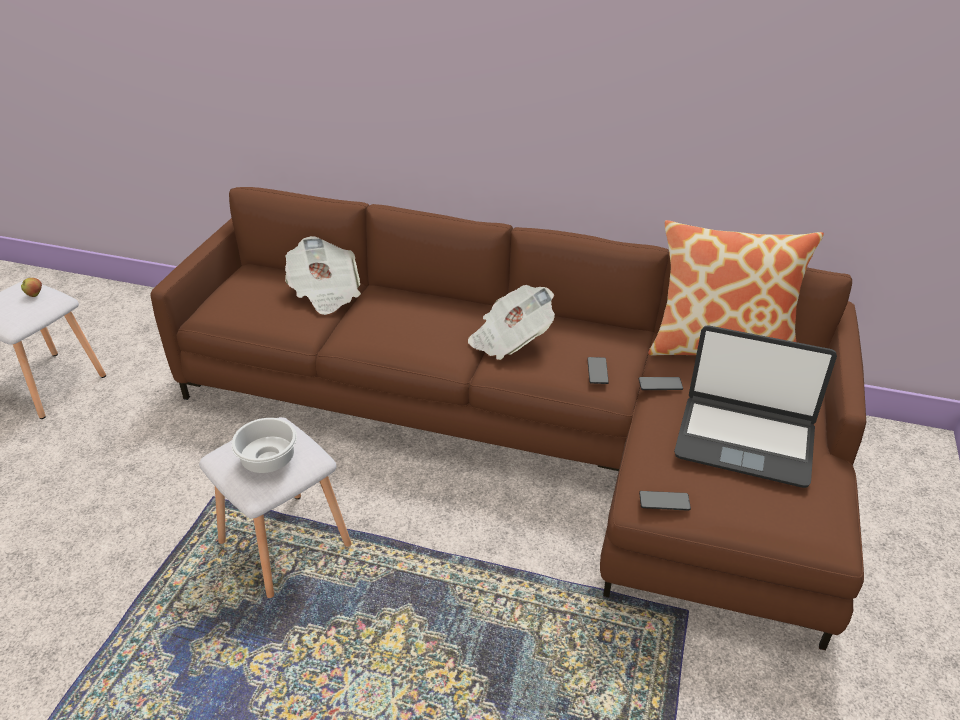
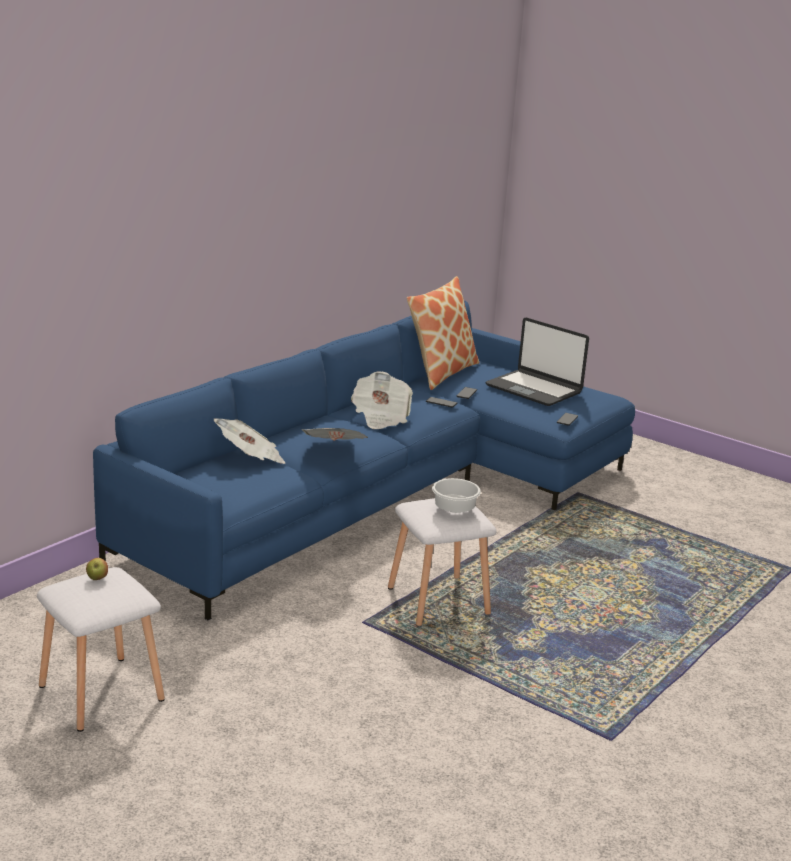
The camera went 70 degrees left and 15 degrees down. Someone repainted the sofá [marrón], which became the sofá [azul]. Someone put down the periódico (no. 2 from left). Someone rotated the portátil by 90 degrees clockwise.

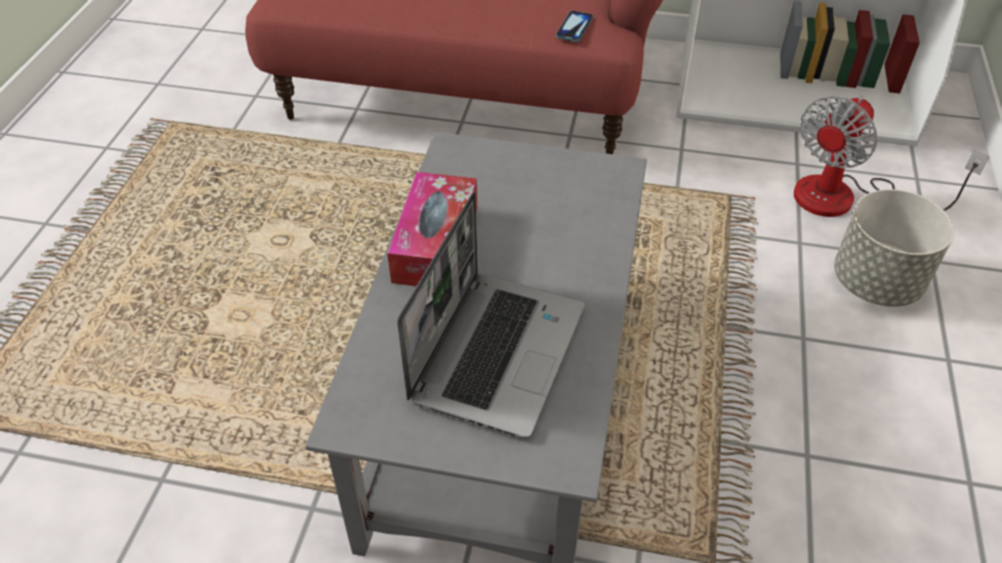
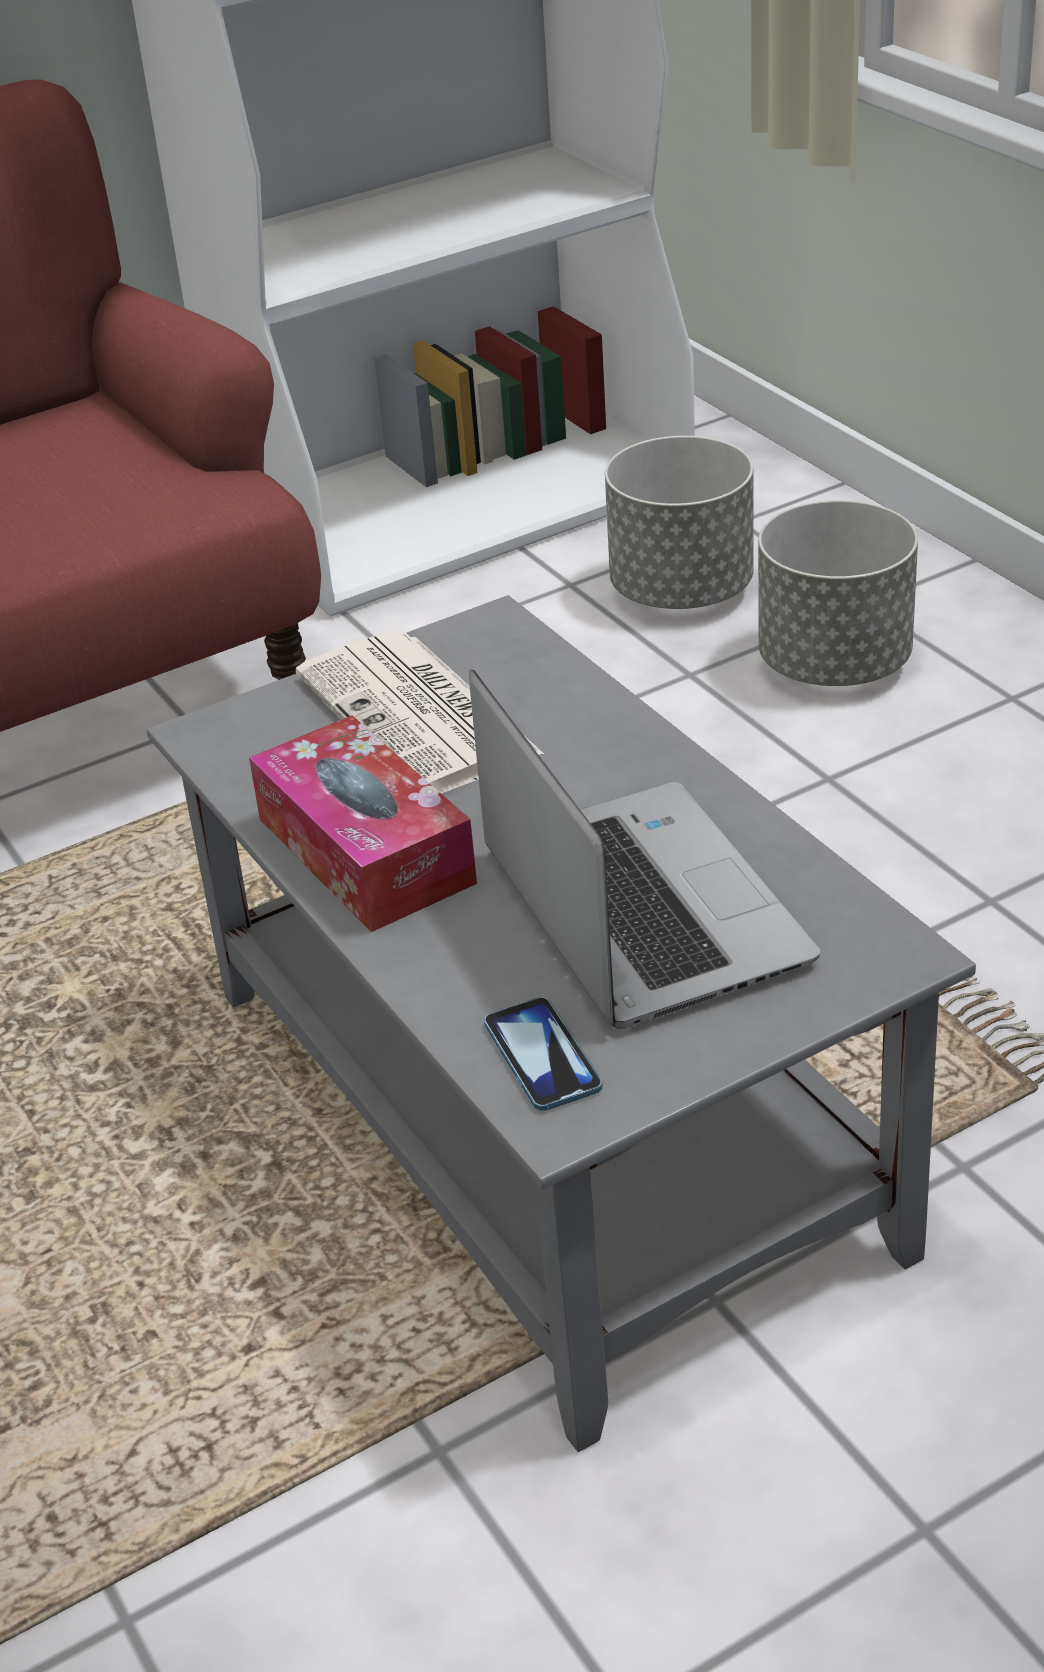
The camera went 40 degrees left and 10 degrees down. Someone put down the periódico. Someone carried the móvil. Someone swapped the ventilador for the maceta [gris] (no. 1 from left).

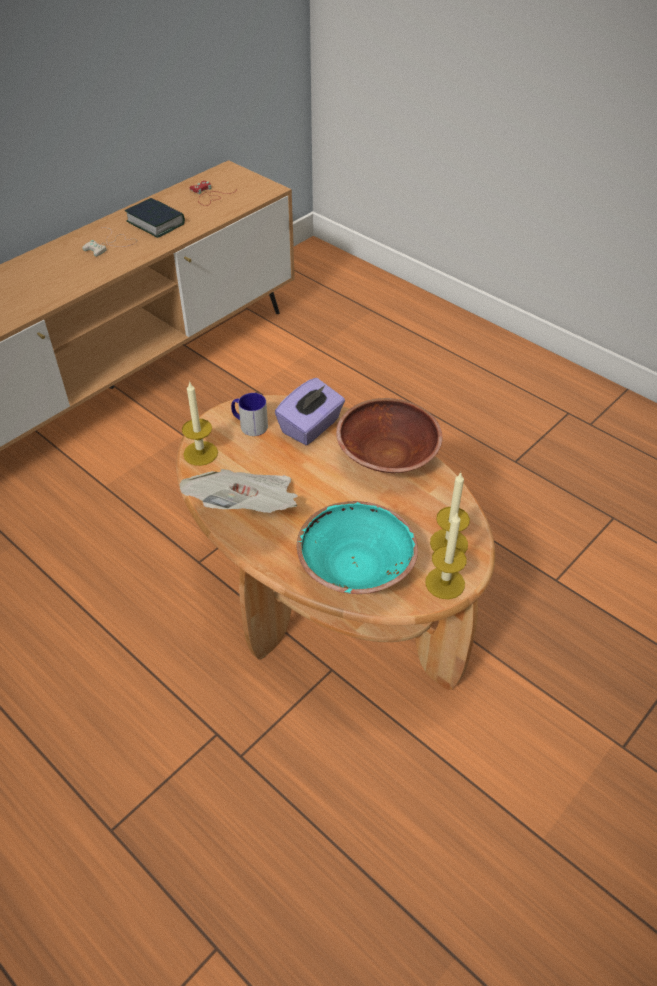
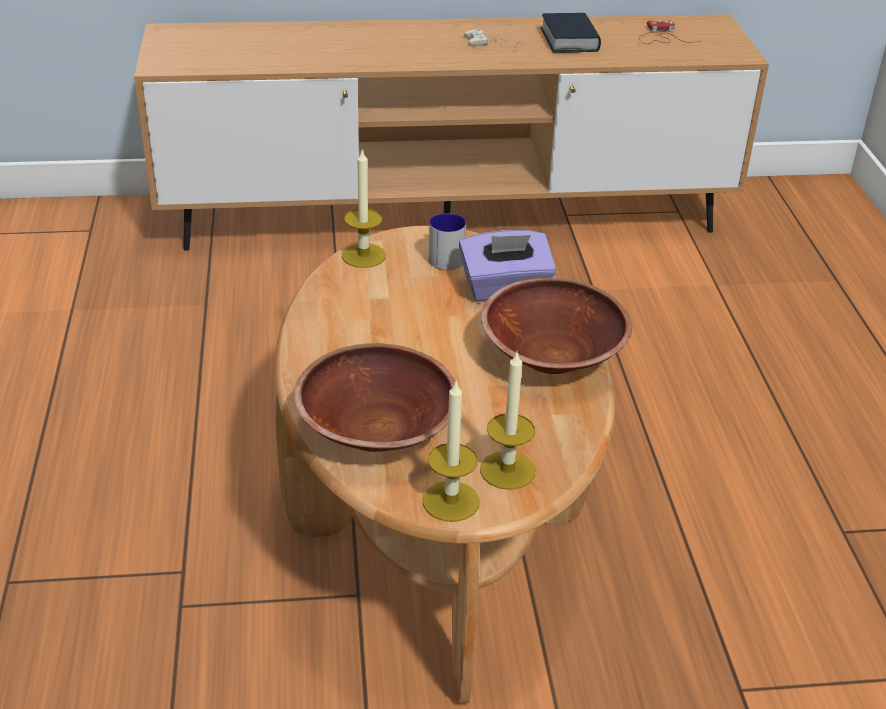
The camera went 40 degrees right and 10 degrees down. Someone repainted the cuenco [turquesa], which became the cuenco [marrón] (no. 1 from left). Someone took away the periódico.

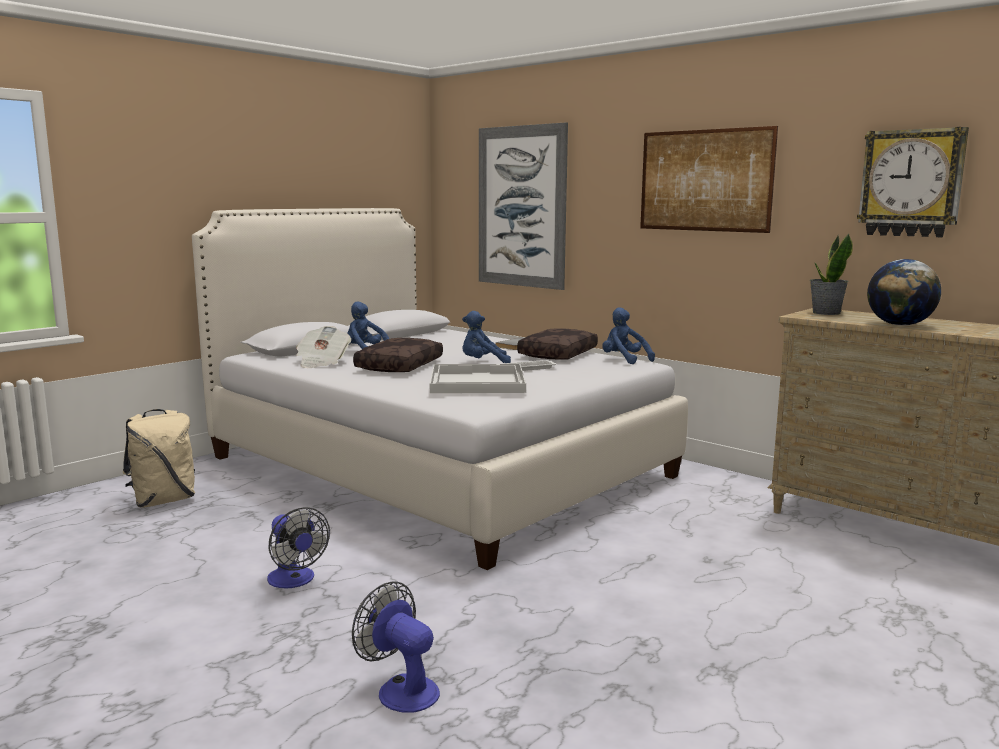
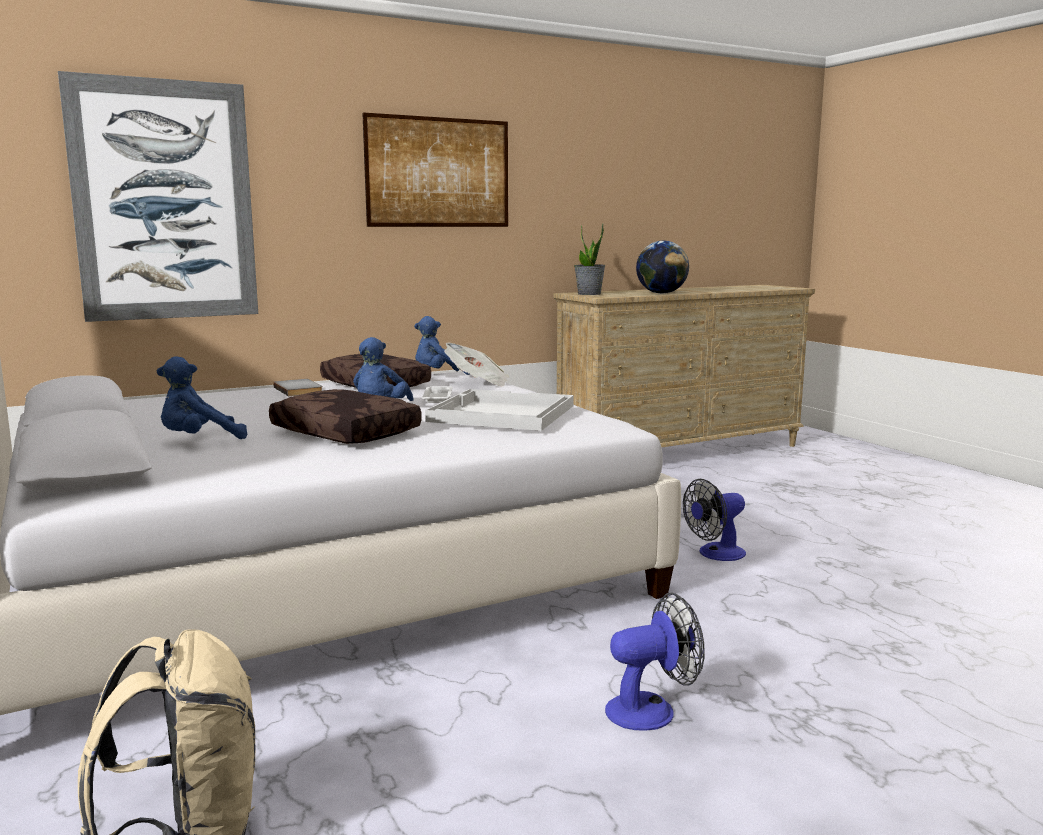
The camera went 70 degrees left and 0 degrees up. Someone carried the periódico. Someone carried the ventilador (no. 2 from left). Someone took away the reloj de pared.

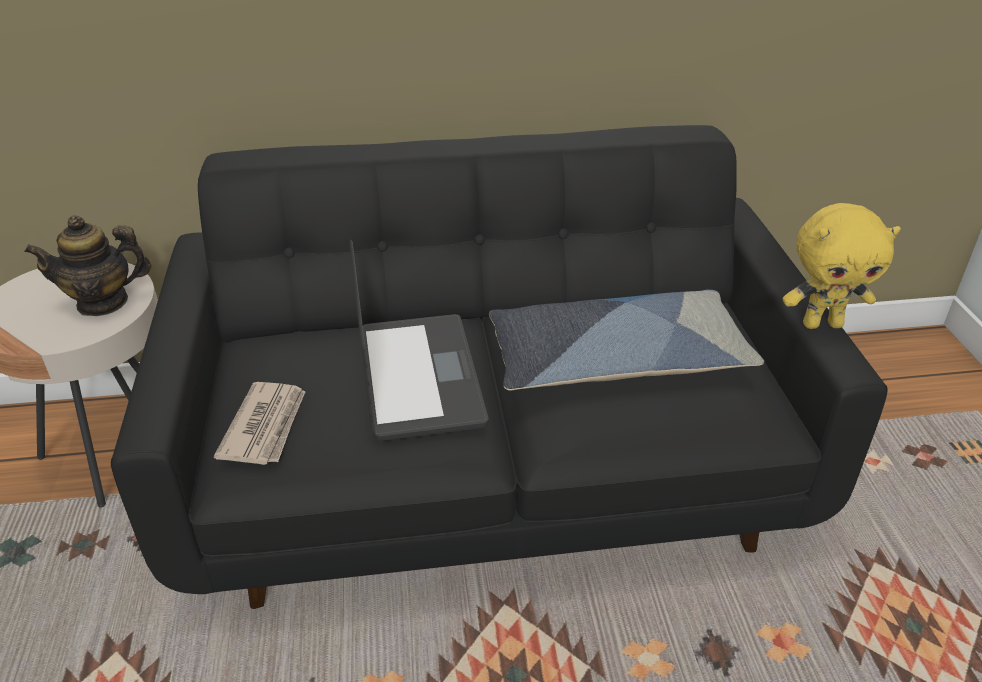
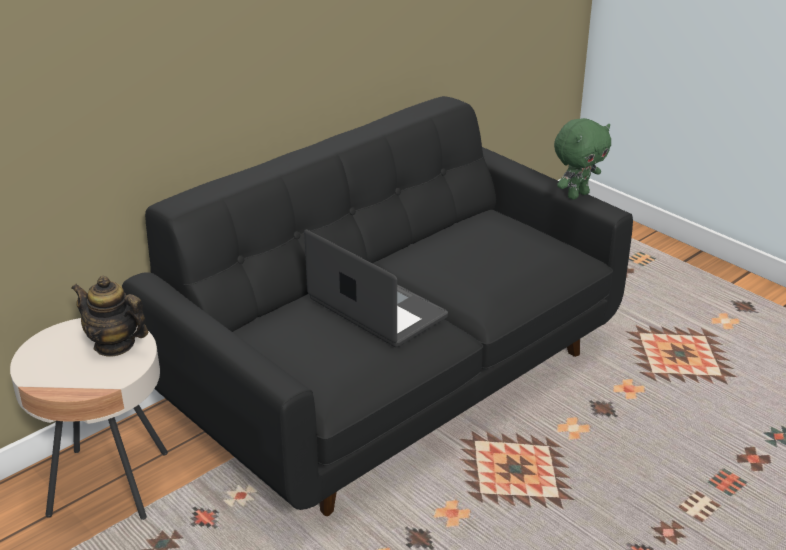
The camera went 35 degrees left and 5 degrees down. Someone rotated the tetera by 75 degrees clockwise. Someone repainted the peluche [amarillo], which became the peluche [verde]. Someone took away the periódico. Someone took away the cojín.

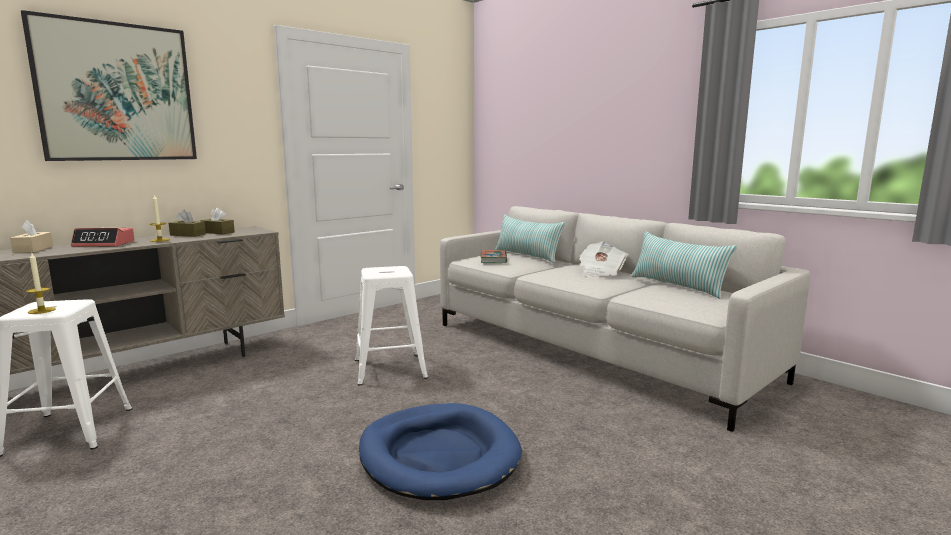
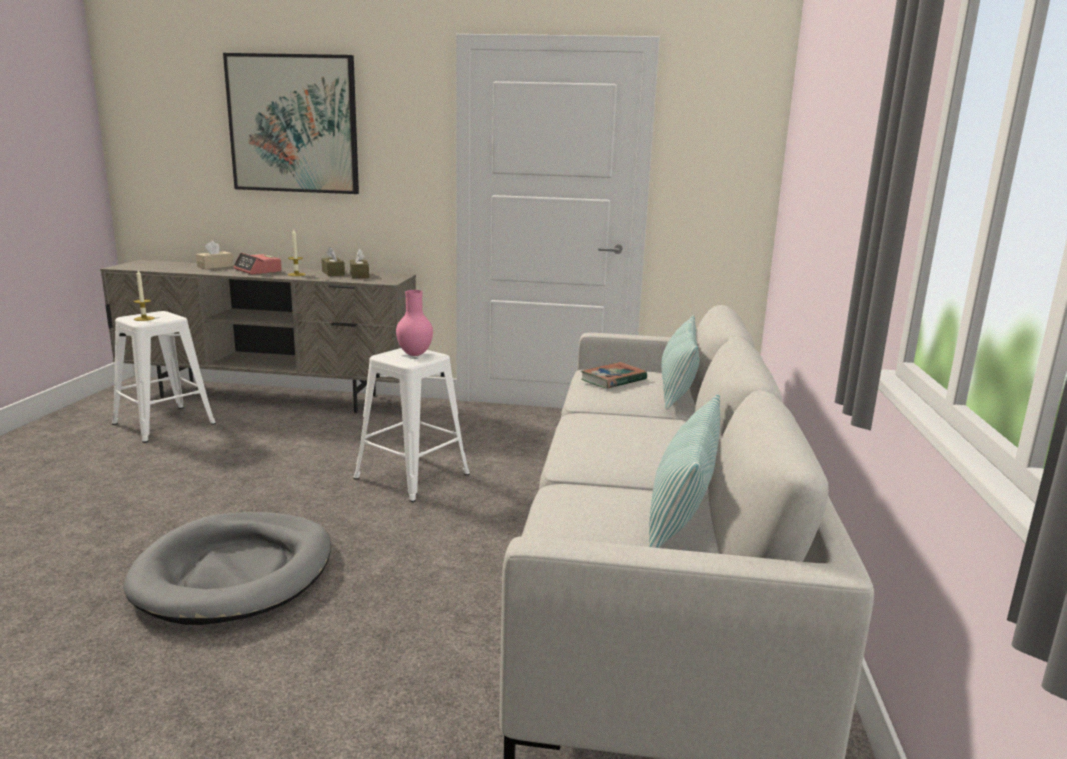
The camera went 50 degrees right and 5 degrees up. Someone repainted the cama para perro [azul], which became the cama para perro [gris]. Someone put down the florero [rosa]. Someone took away the periódico.

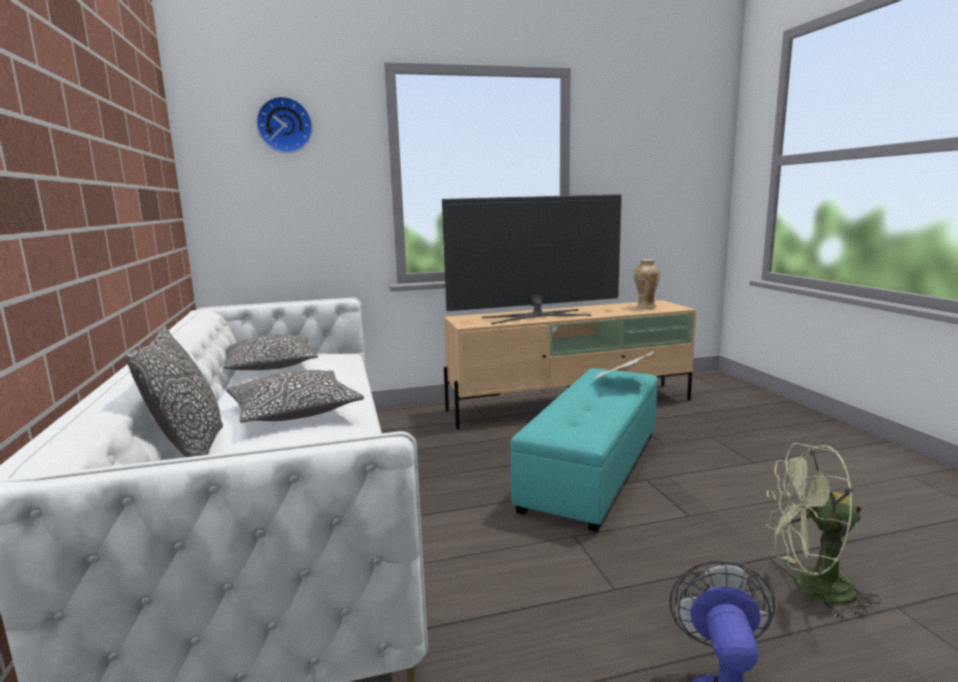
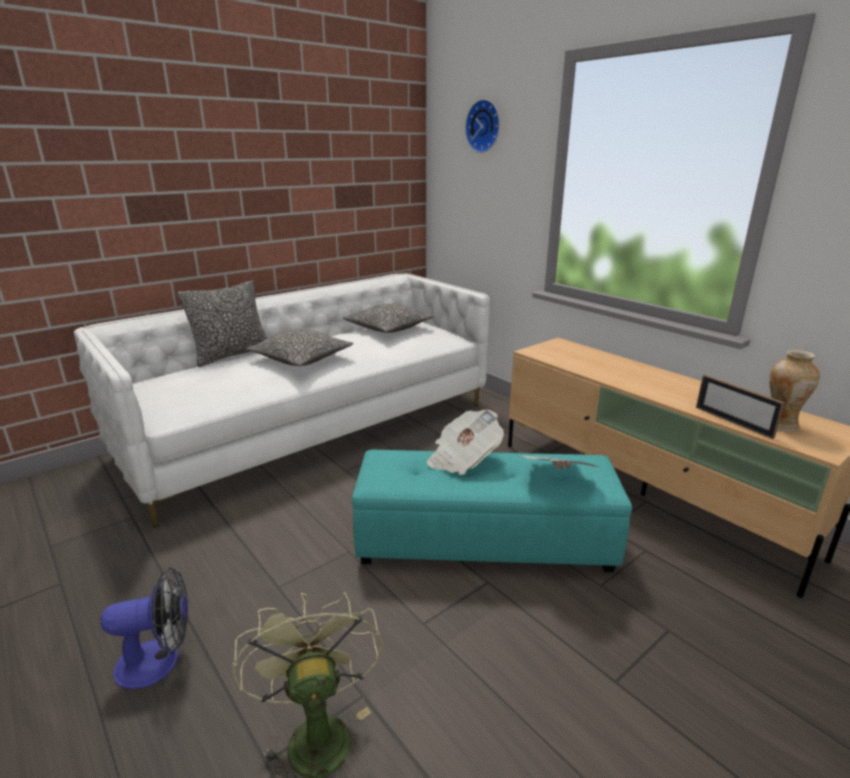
The camera went 65 degrees right and 10 degrees up. Someone put down the periódico (no. 1 from left). Someone put down the portarretratos. Someone took away the televisor.

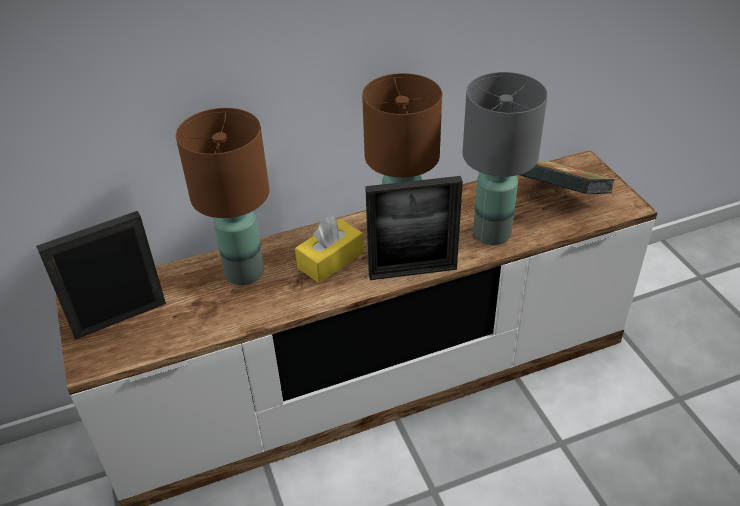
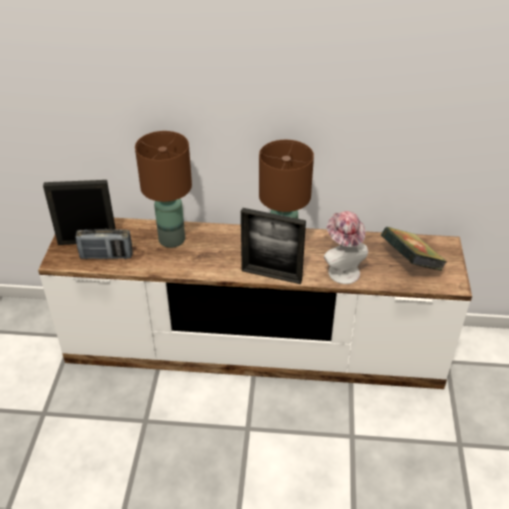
The camera went 25 degrees right and 0 degrees up. Someone put down the radio. Someone swapped the lámpara de mesa [gris] for the sombrero. Someone took away the caja de pañuelos [amarillo].

